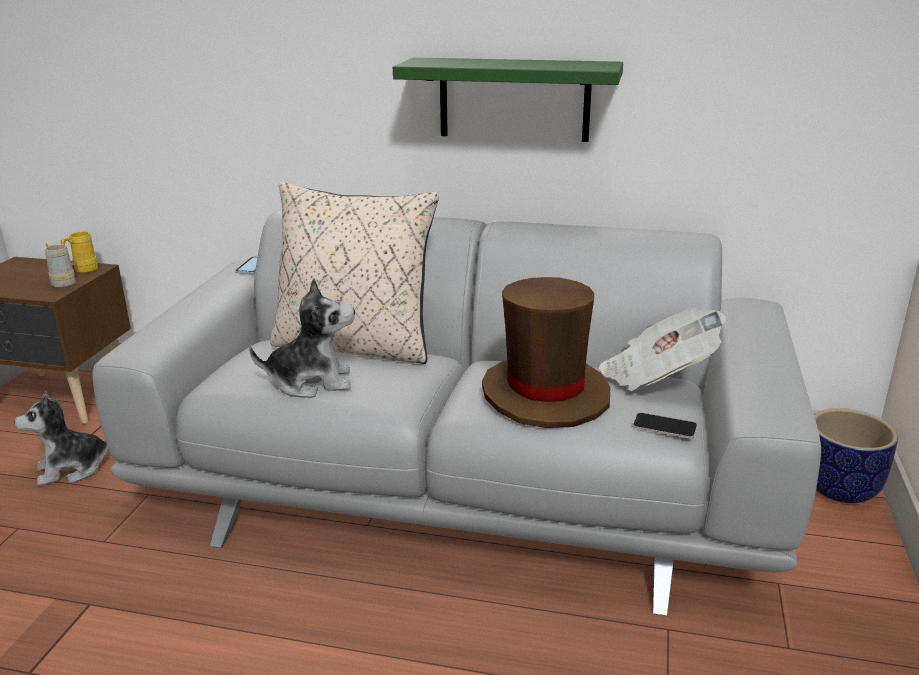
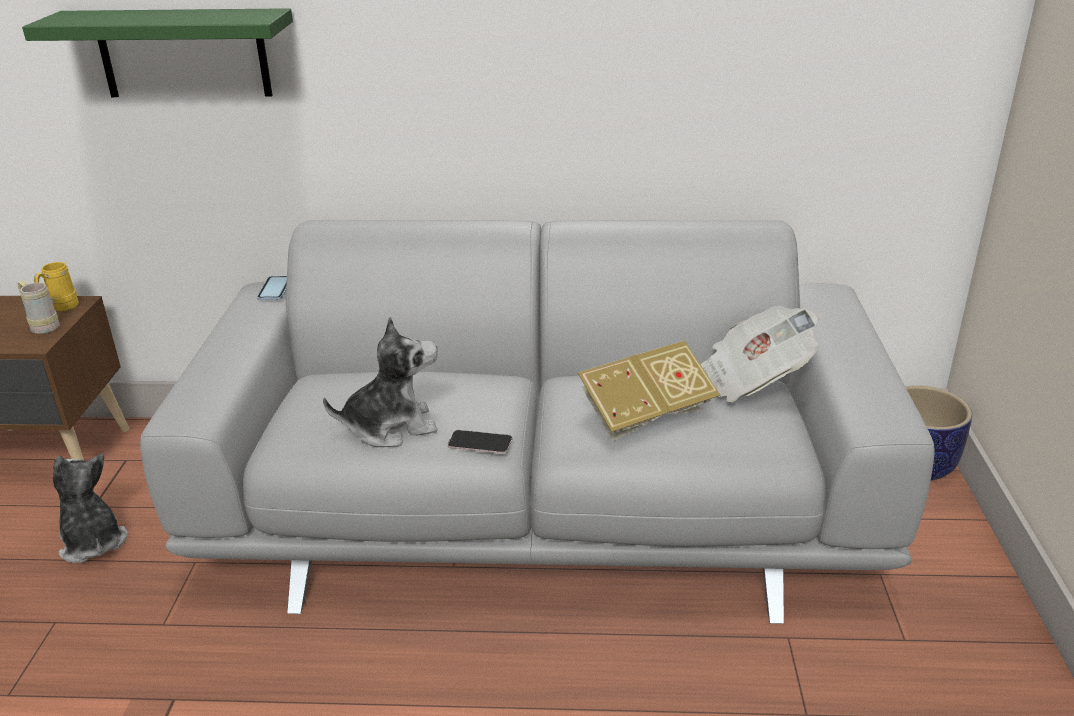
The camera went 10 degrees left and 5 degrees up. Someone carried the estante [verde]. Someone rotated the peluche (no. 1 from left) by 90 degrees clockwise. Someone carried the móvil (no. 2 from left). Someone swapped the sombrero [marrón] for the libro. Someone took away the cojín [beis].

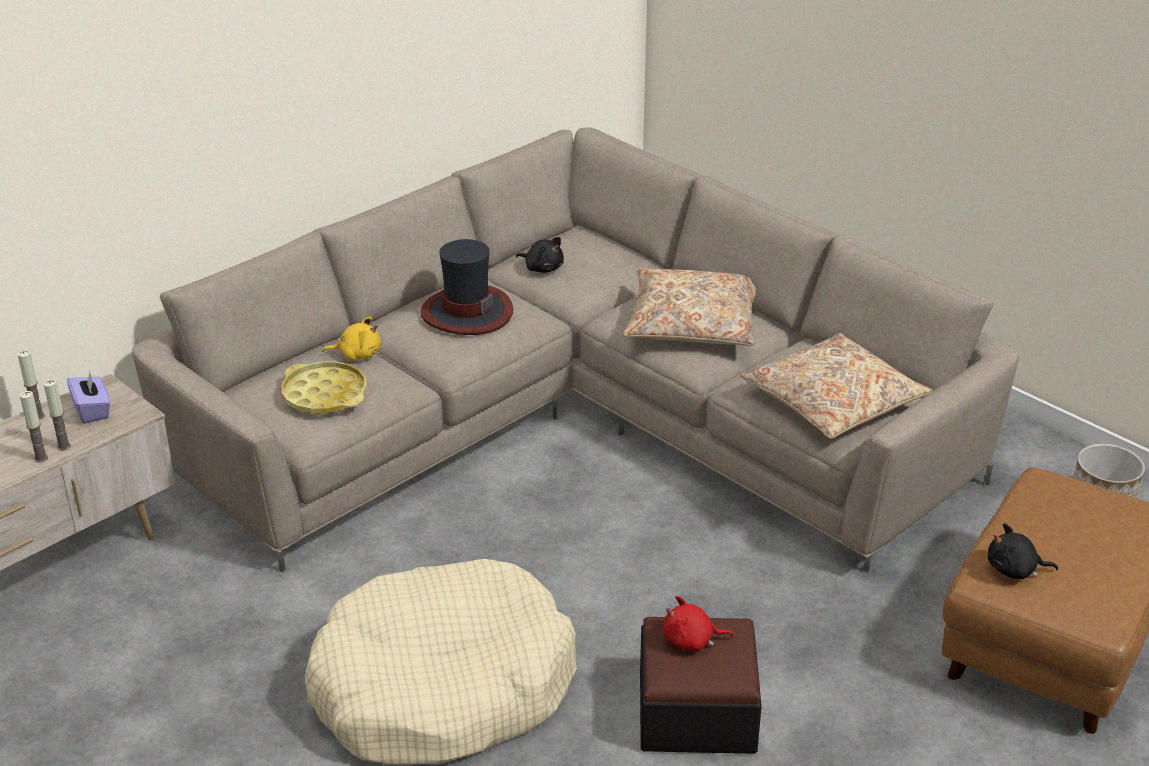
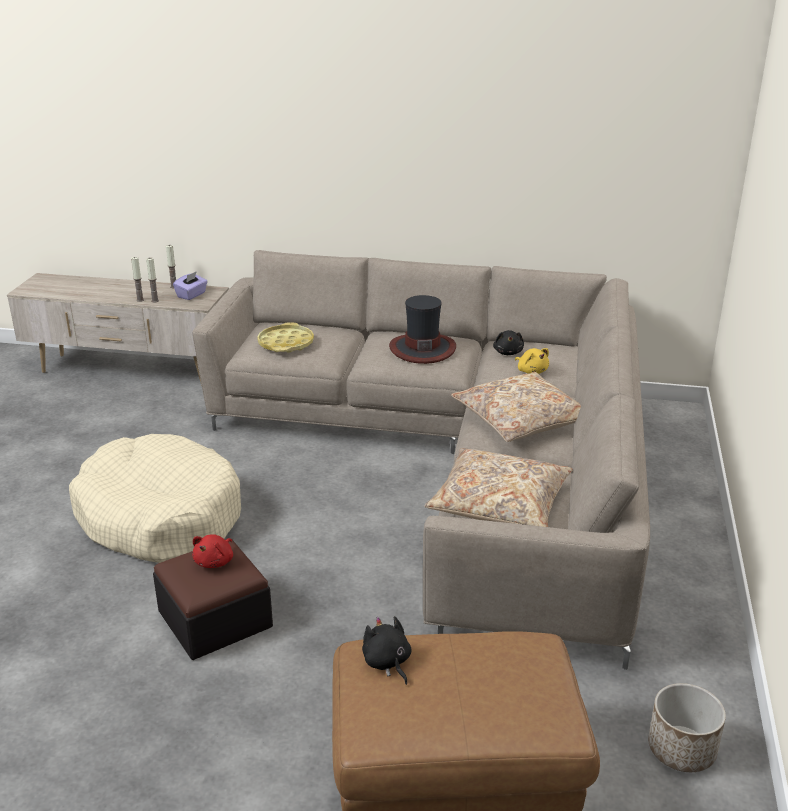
The camera went 55 degrees right and 5 degrees down. Someone rotated the peluche [rojo] by 120 degrees counterclockwise. Someone carried the peluche [amarillo].

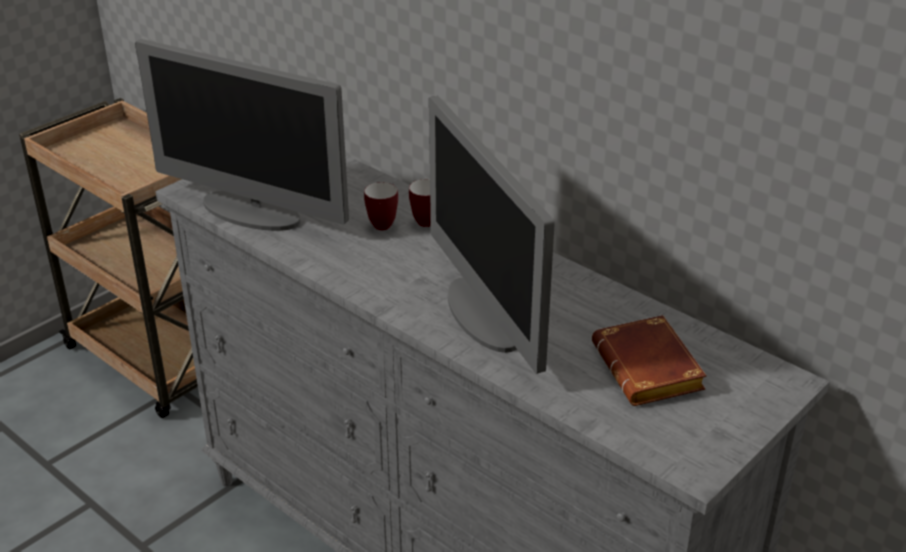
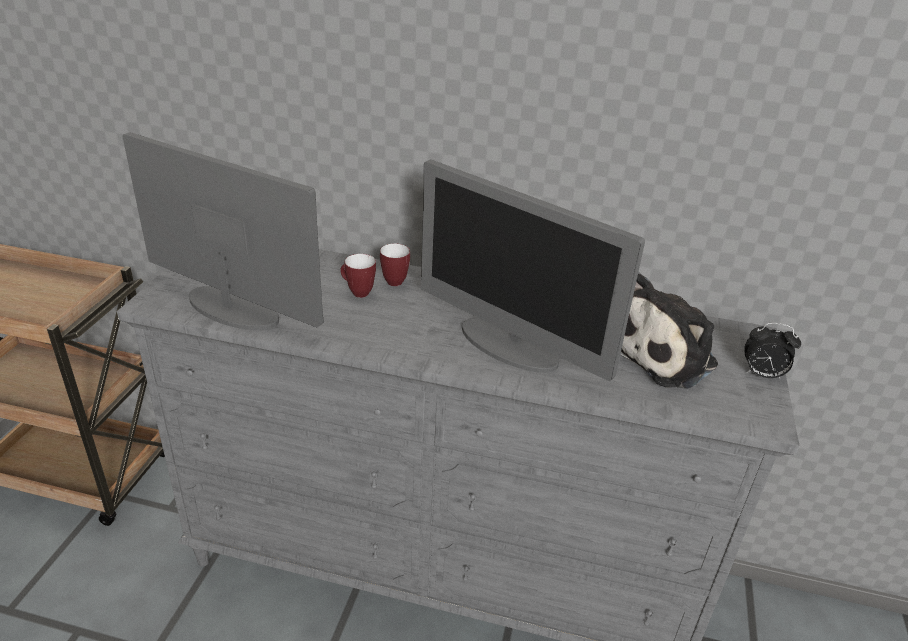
The camera went 30 degrees left and 0 degrees up. Someone rotated the monitor (no. 1 from left) by 150 degrees counterclockwise. Someone swapped the libro [marrón] for the peluche. Someone put down the despertador.

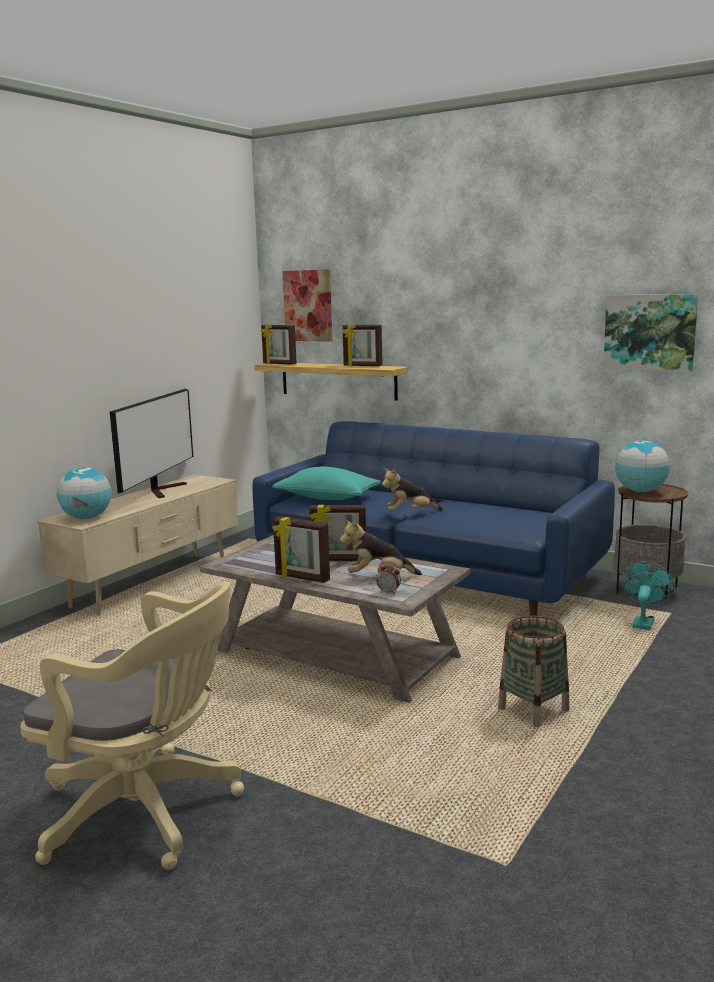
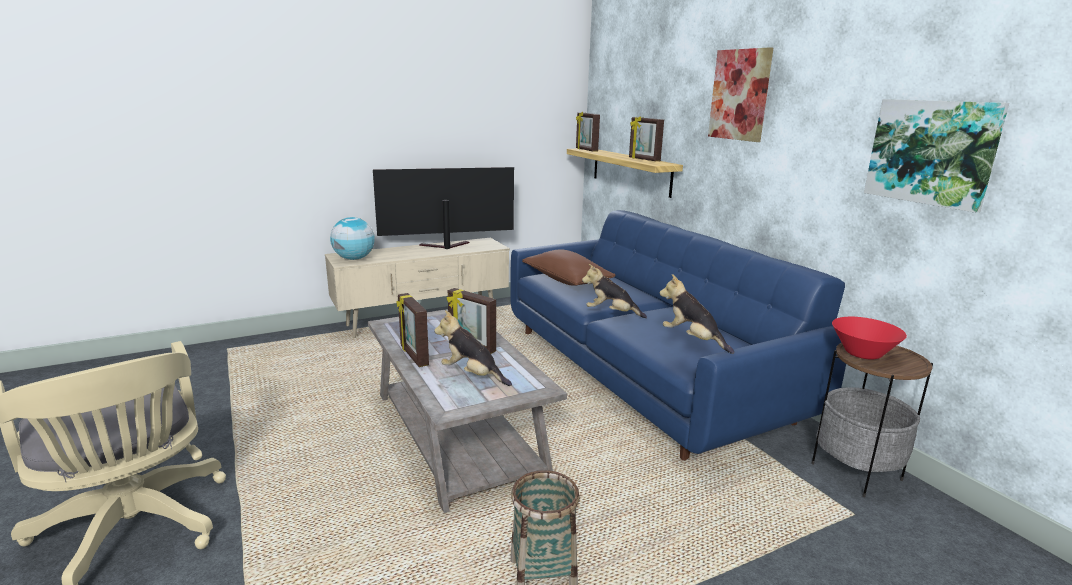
The camera went 30 degrees right and 5 degrees up. Someone rotated the televisor by 150 degrees counterclockwise. Someone repainted the cojín [turquesa], which became the cojín [marrón]. Someone put down the peluche (no. 3 from left). Someone carried the cuadro (no. 1 from left). Someone swapped the globo terráqueo (no. 2 from left) for the cuenco [rojo]. Someone took away the despertador. Someone took away the ventilador [turquesa].

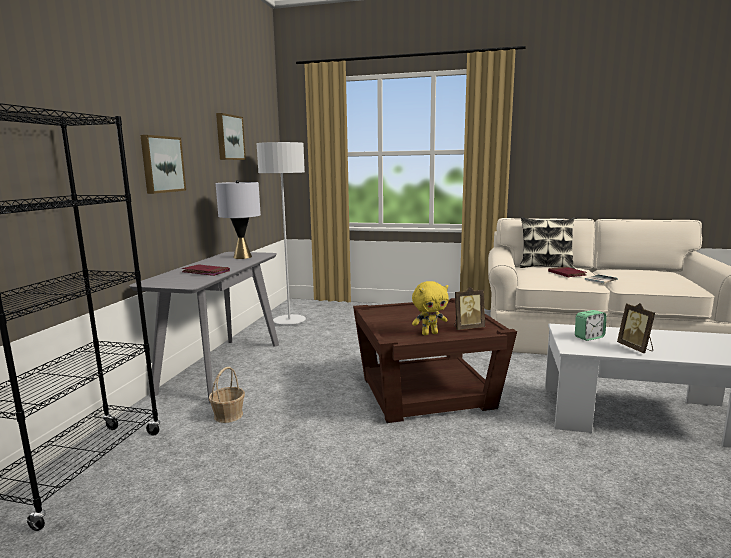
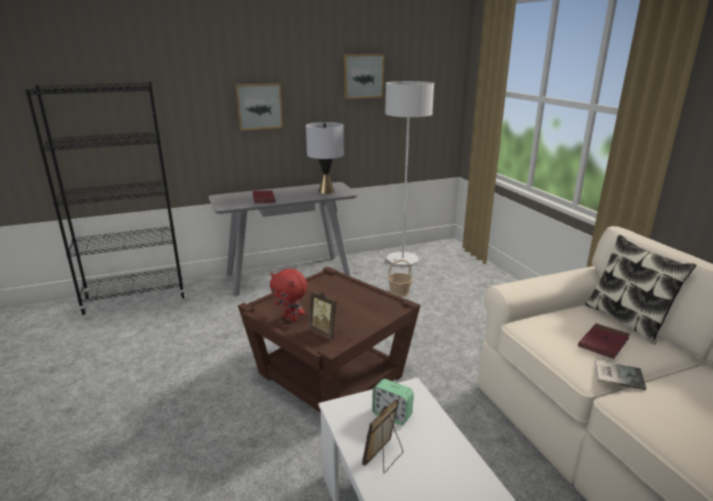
The camera went 55 degrees right and 10 degrees up. Someone repainted the peluche [amarillo], which became the peluche [rojo]. Someone carried the cesta.

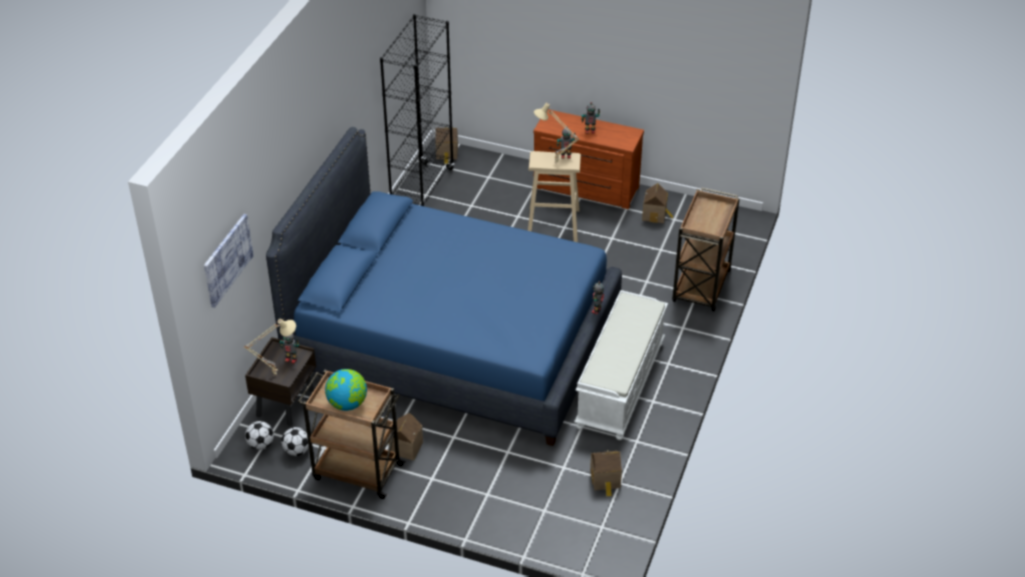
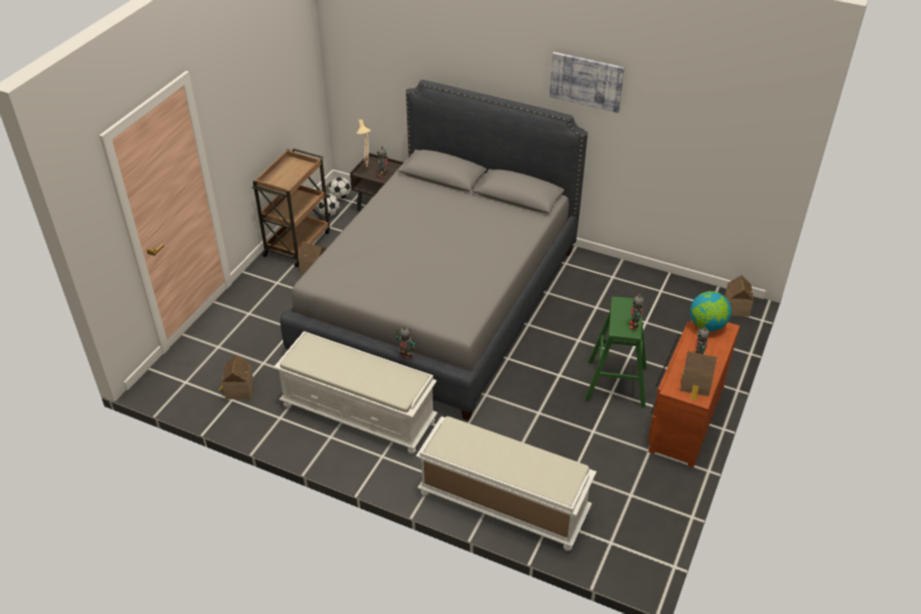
The camera went 95 degrees right and 0 degrees up. Someone repainted the cama [azul], which became the cama [gris]. Someone swapped the carrito [marrón] (no. 2 from left) for the banco [blanco] (no. 2 from left). Someone carried the cuadro. Someone repainted the taburete [beis], which became the taburete [verde]. Someone carried the casita (no. 4 from left in the first image). Someone carried the globo terráqueo. Someone took away the estantería [negro]. Someone took away the lámpara de mesa [beis] (no. 2 from left).

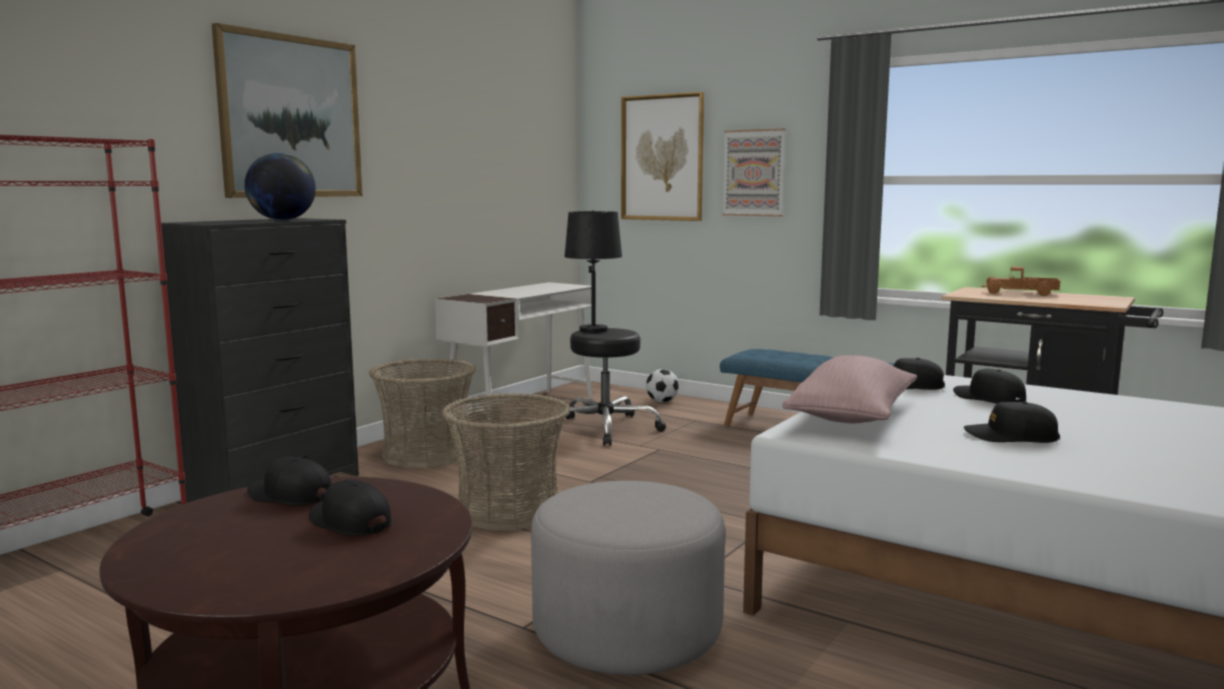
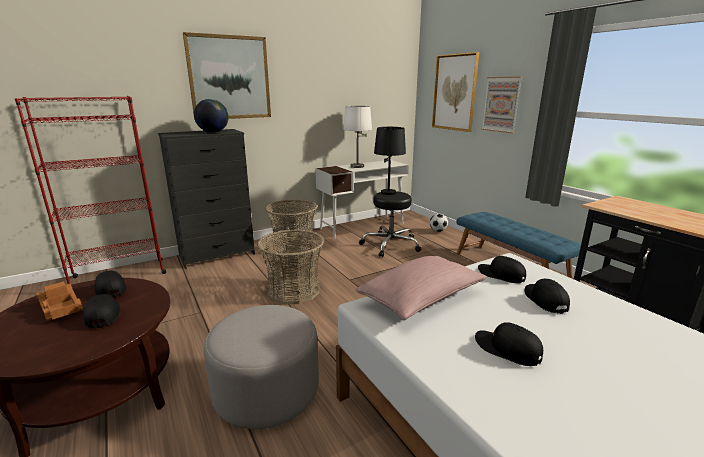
The camera went 25 degrees right and 10 degrees up. Someone carried the camión de juguete. Someone put down the lámpara de mesa [blanco].

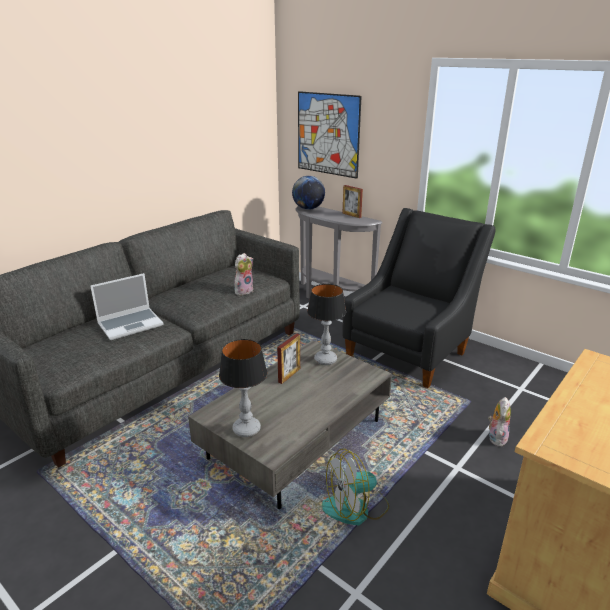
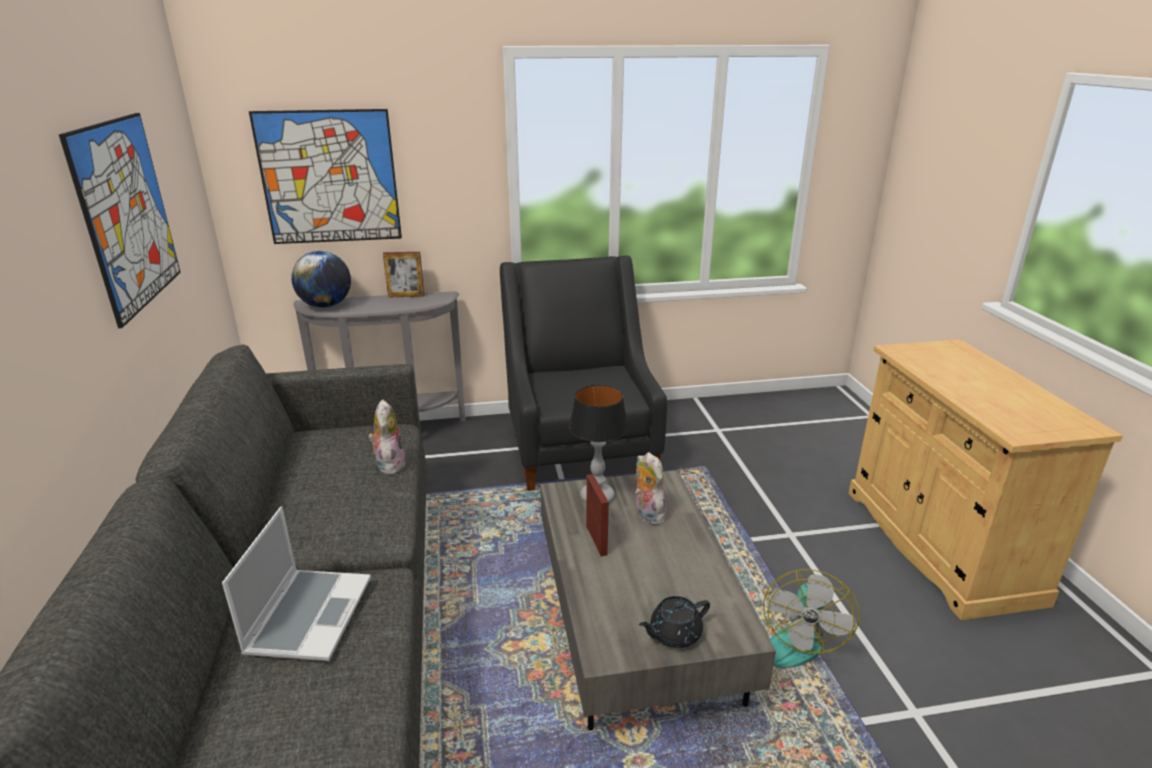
The camera went 50 degrees left and 0 degrees up. Someone put up the cuadro (no. 1 from left). Someone carried the peluche (no. 2 from left). Someone swapped the lámpara de mesa (no. 1 from left) for the tetera [negro].

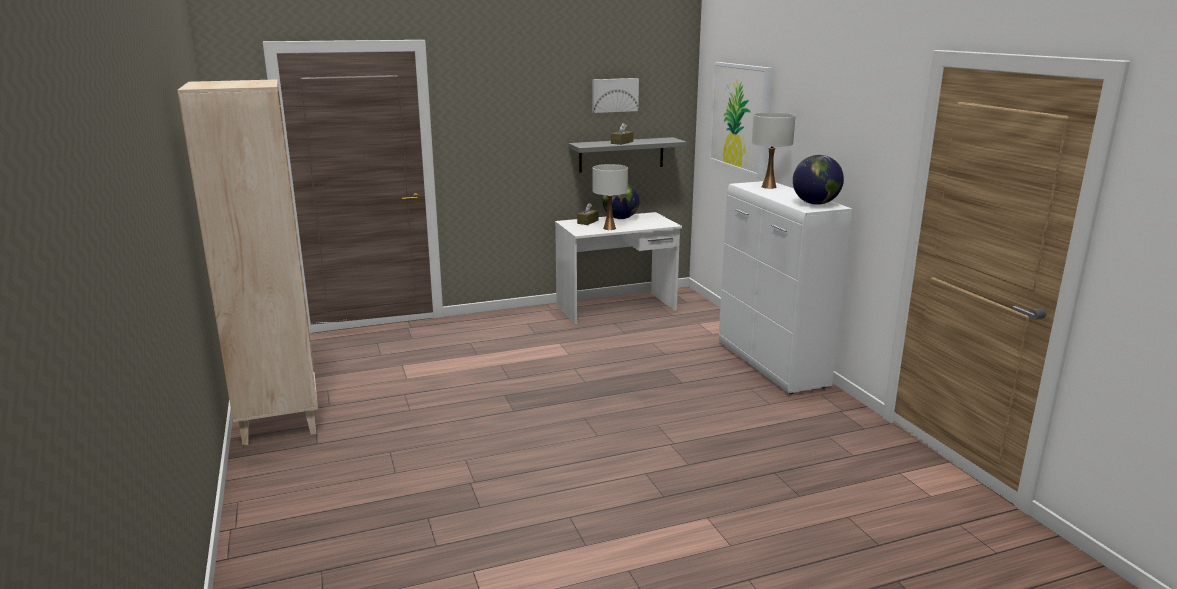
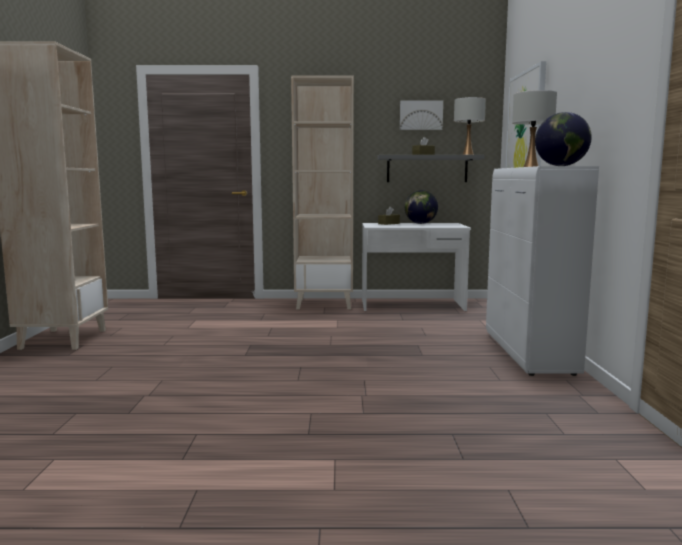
The camera went 20 degrees right and 10 degrees down. Someone put down the estantería [beis] (no. 2 from left). Someone carried the lámpara de mesa [blanco] (no. 1 from left).

